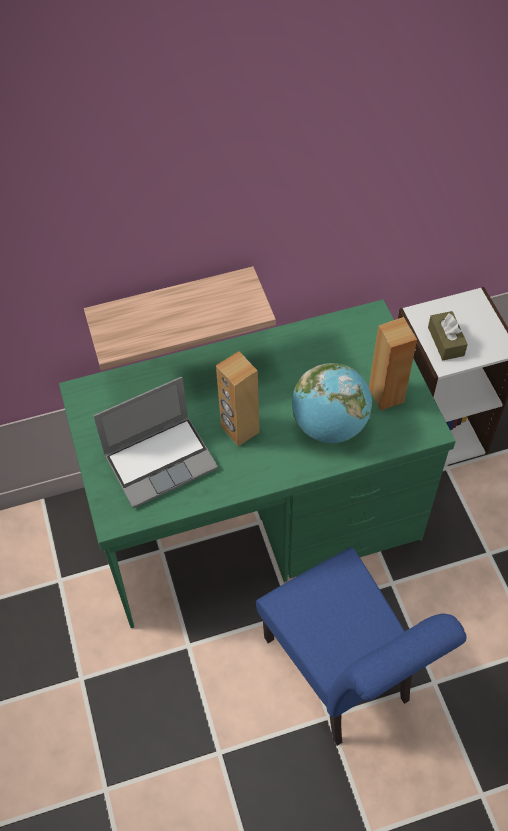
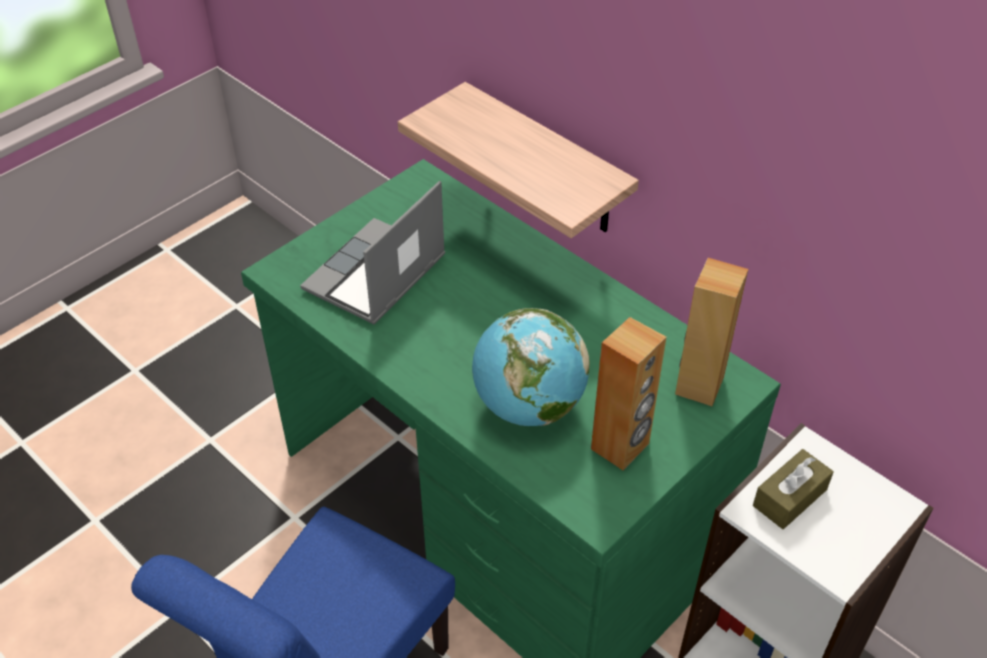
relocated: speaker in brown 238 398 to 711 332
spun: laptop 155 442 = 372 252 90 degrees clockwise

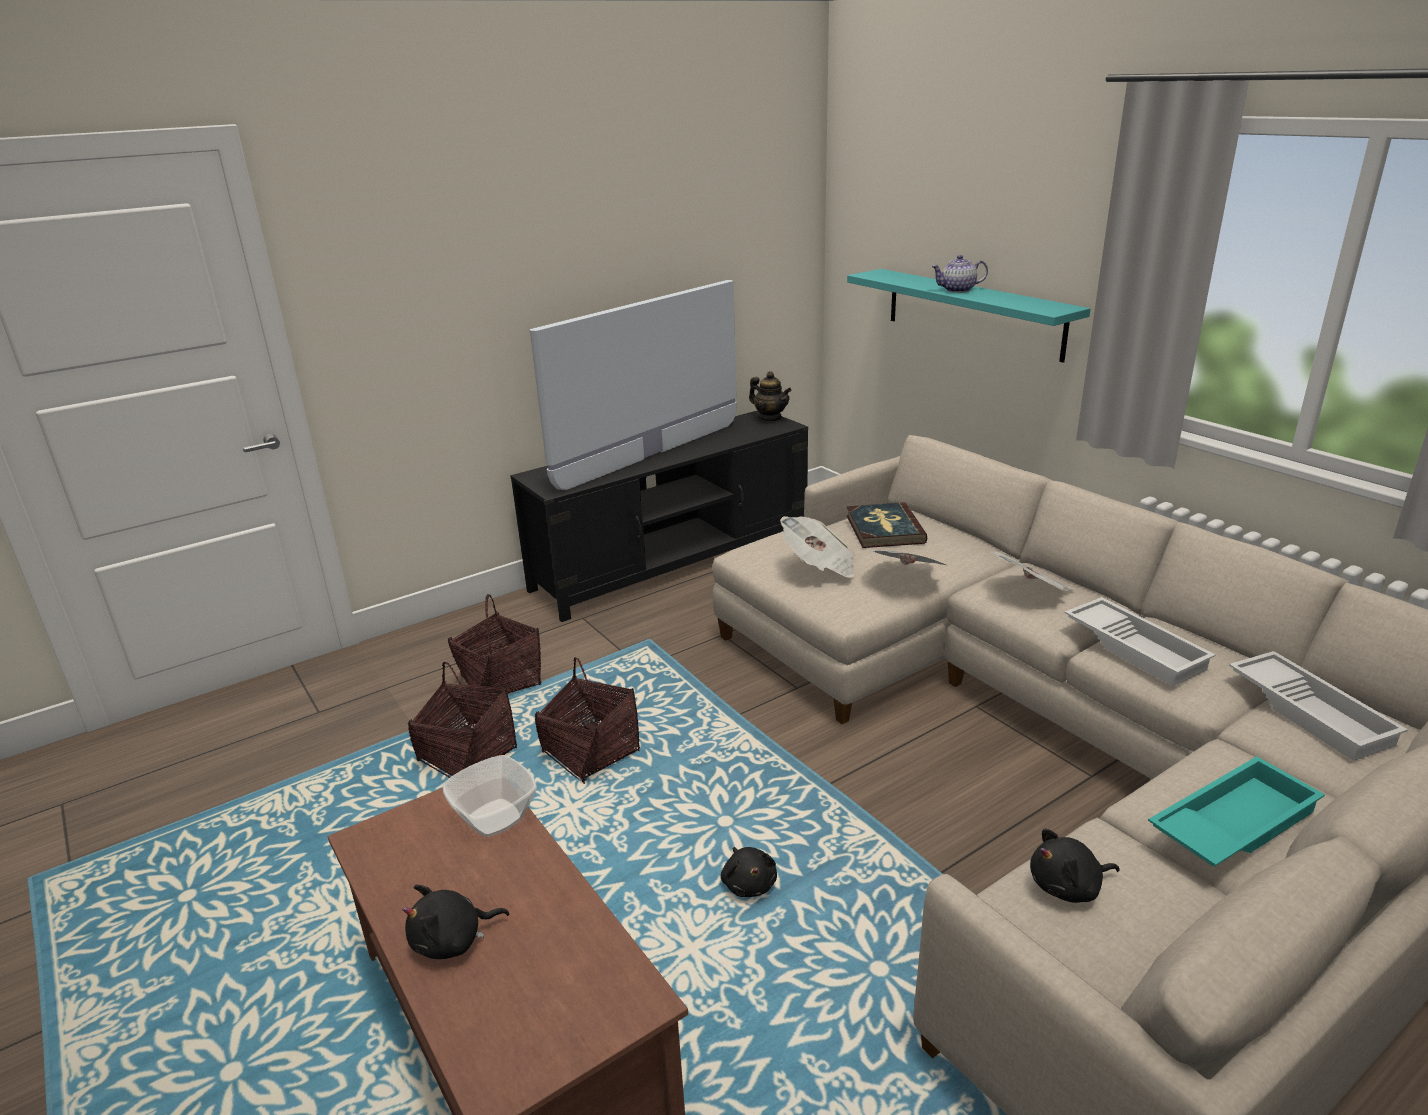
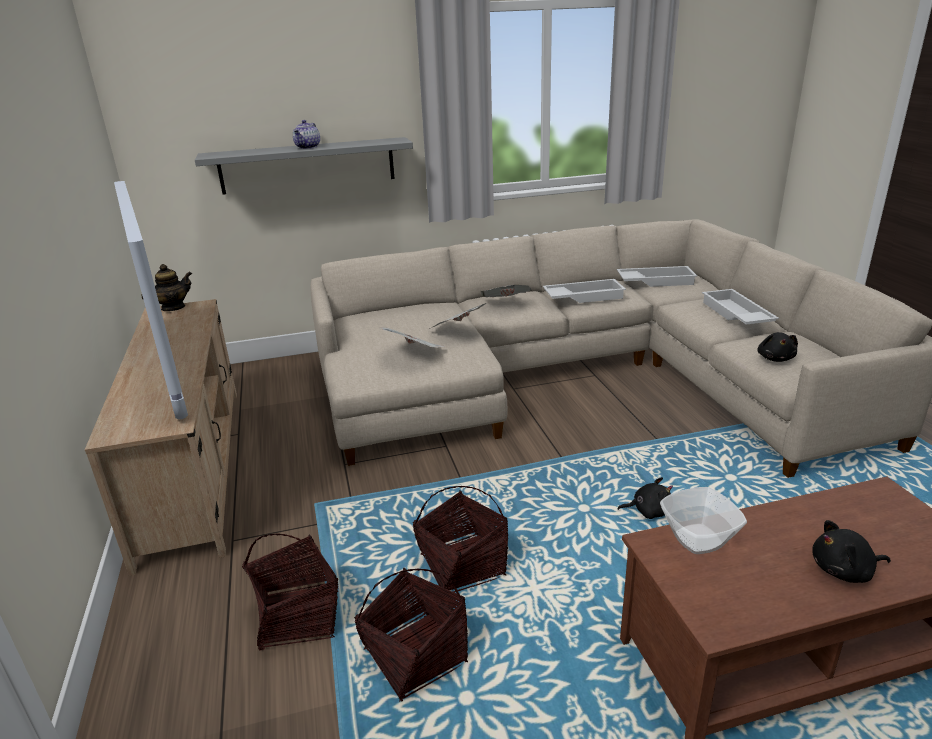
missing: volume 887 525
colour: tv unit in blackish 659 516 to tv unit in beige-coloured 161 437; bracket shelf in blue-green 968 315 to bracket shelf in gray 304 166; serving tray in blue-green 1236 811 to serving tray in whitish 740 306
spun: plush toy in blackish 456 922 = 851 551 90 degrees clockwise

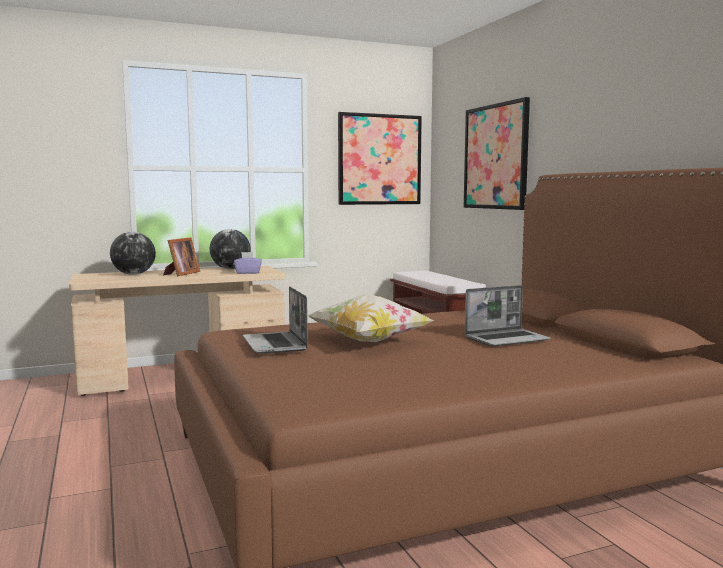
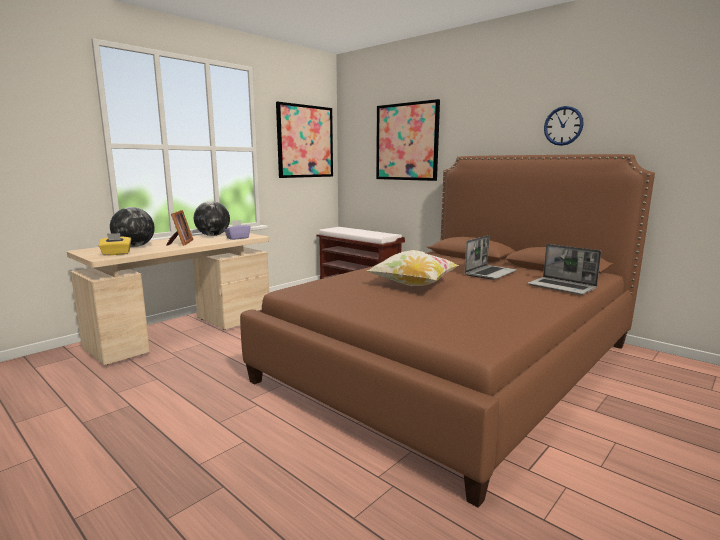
appeared: tissue box in yellowish 115 244; hanging clock 564 126
relocated: laptop 275 320 to 564 269

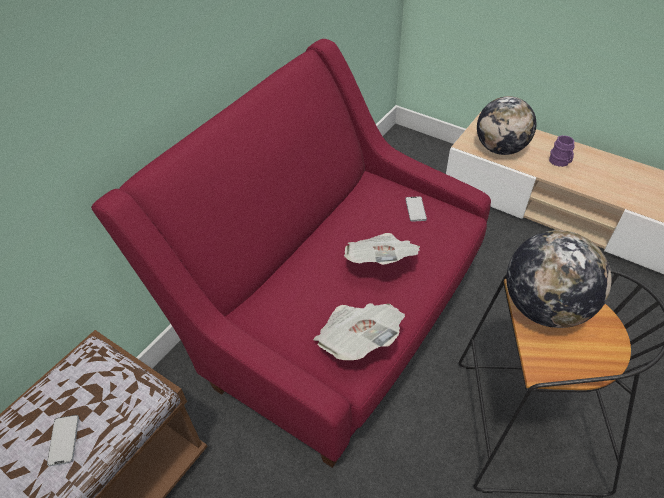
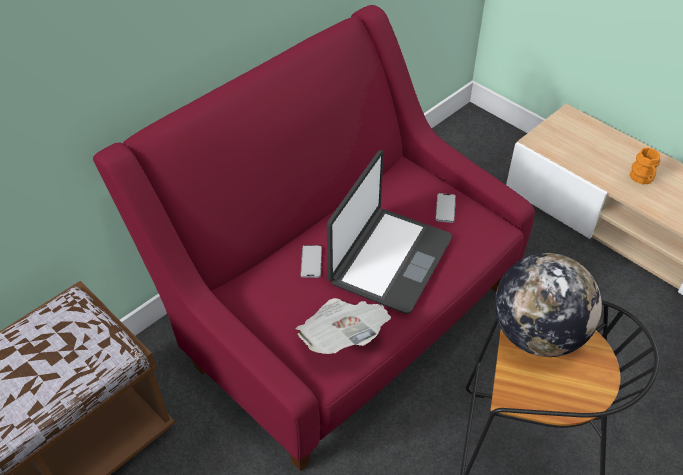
missing: globe 506 125
relocated: telephone 63 440 to 311 261
exchanged: newspaper 382 249 to laptop 389 232
colour: tea mug in purplish 562 151 to tea mug in orange 645 166

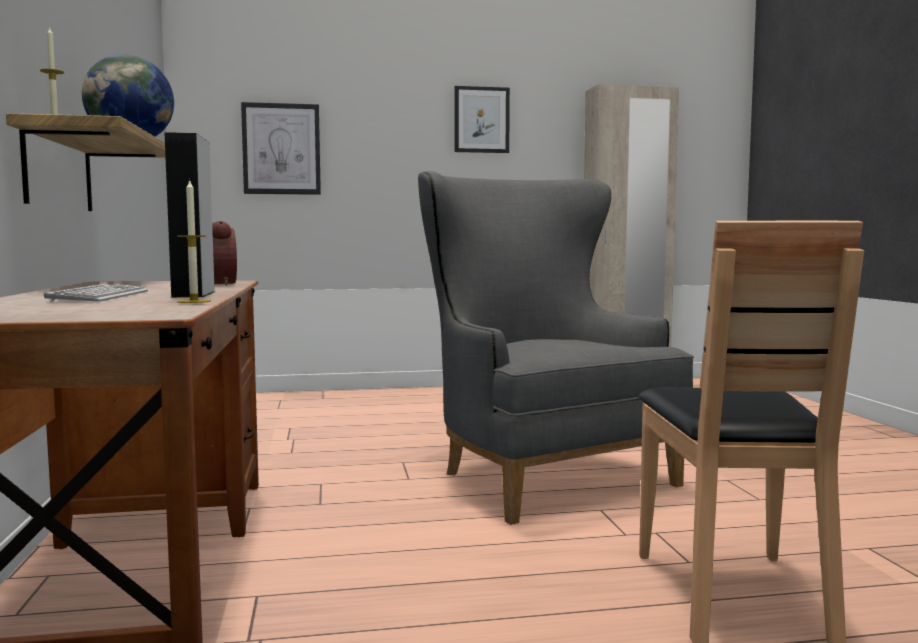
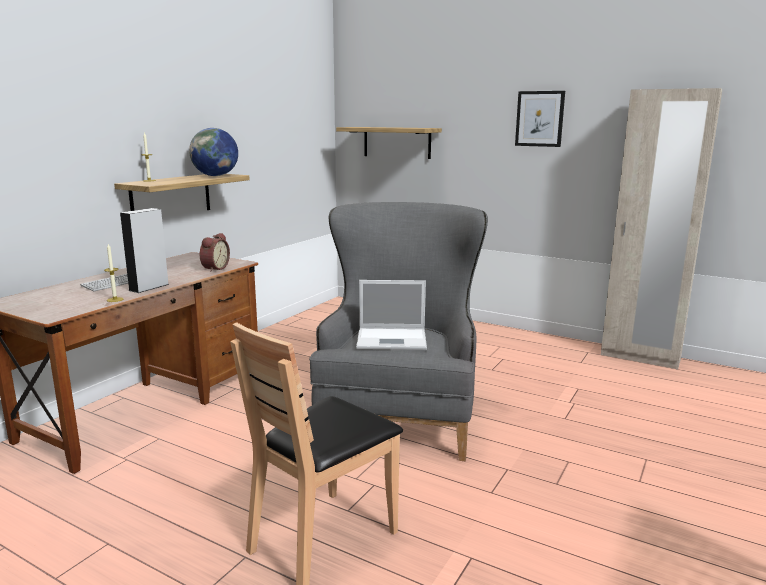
appeared: laptop 391 315
exchanged: wall art 281 148 to bracket shelf 389 143

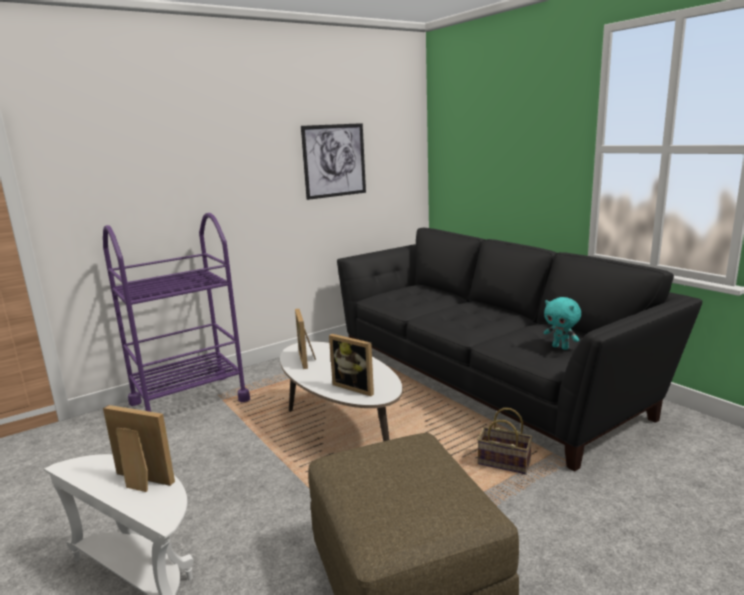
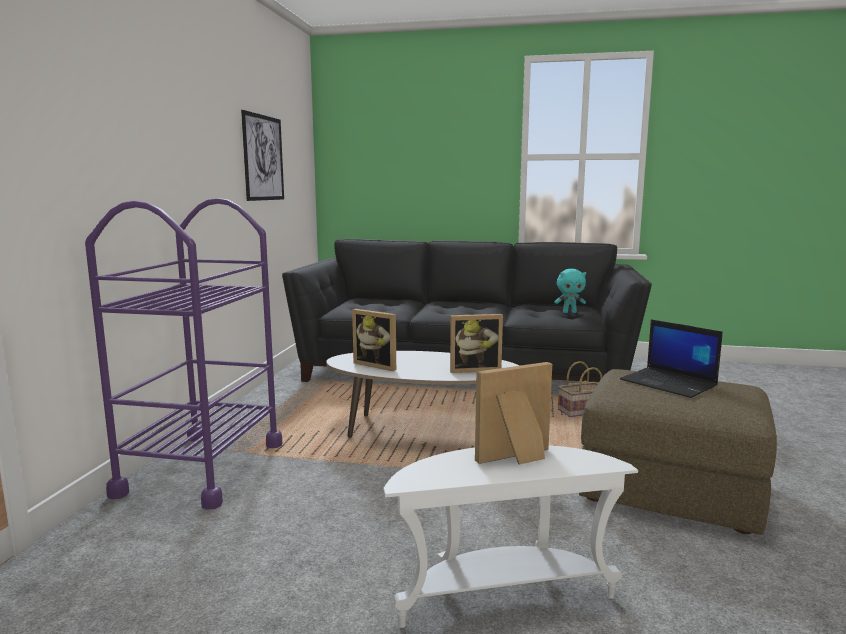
appeared: laptop 671 358

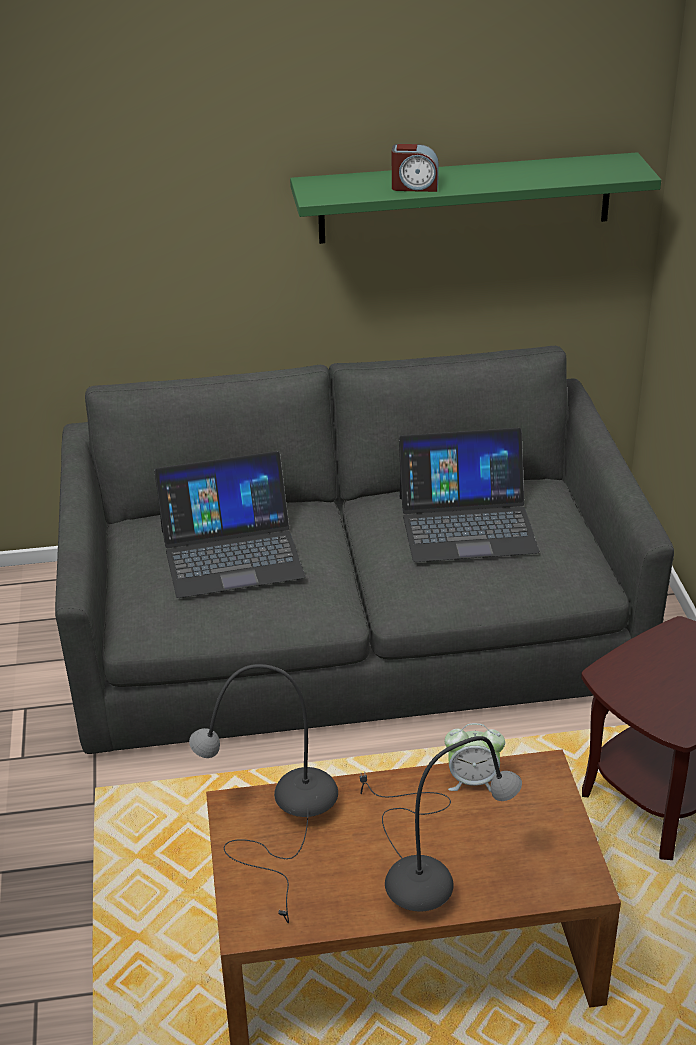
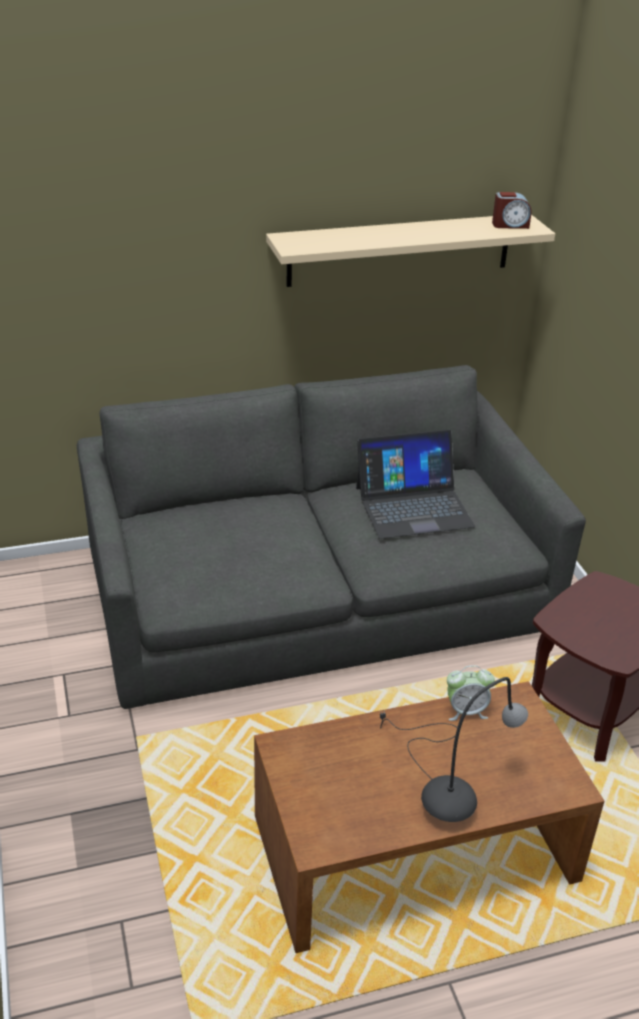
missing: laptop 230 524; tabletop lamp in gray 263 793
relocated: bedside clock 415 168 to 512 210
colour: bracket shelf in green 475 198 to bracket shelf in beige-coloured 410 251

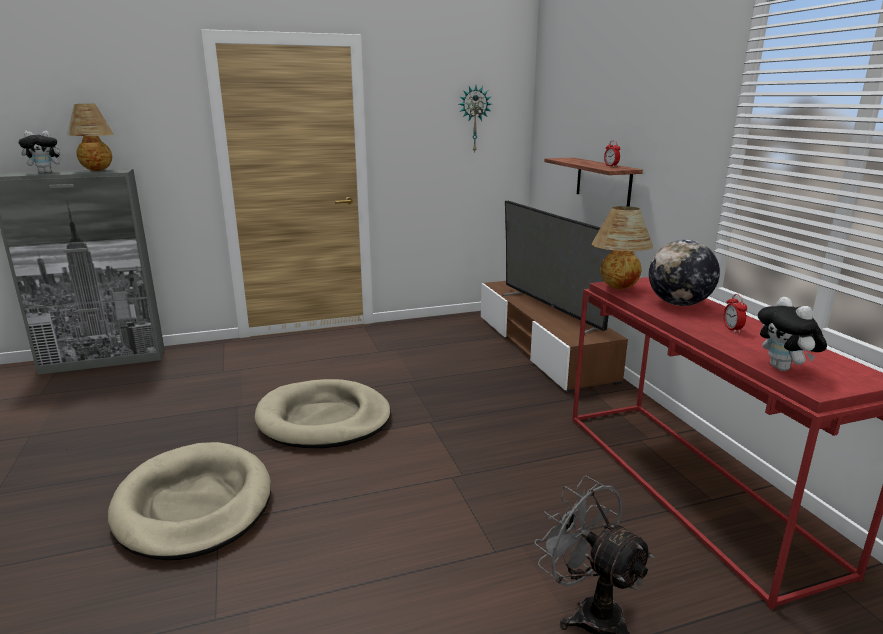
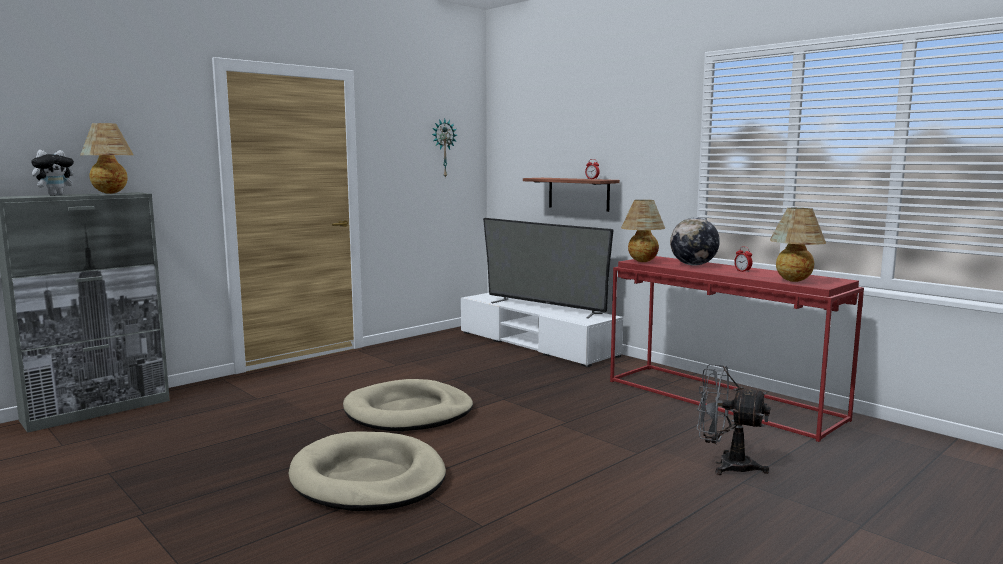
exchanged: plush toy 792 334 to tabletop lamp 798 245
colour: tv unit in brown 554 337 to tv unit in whitish 542 330

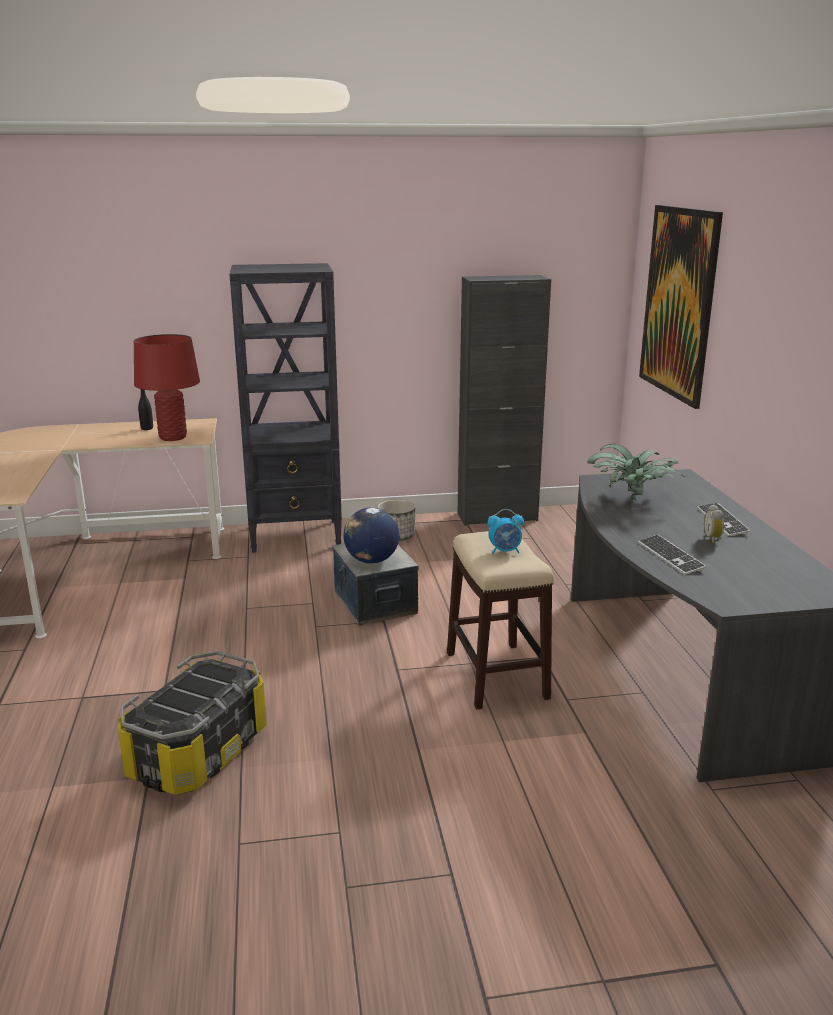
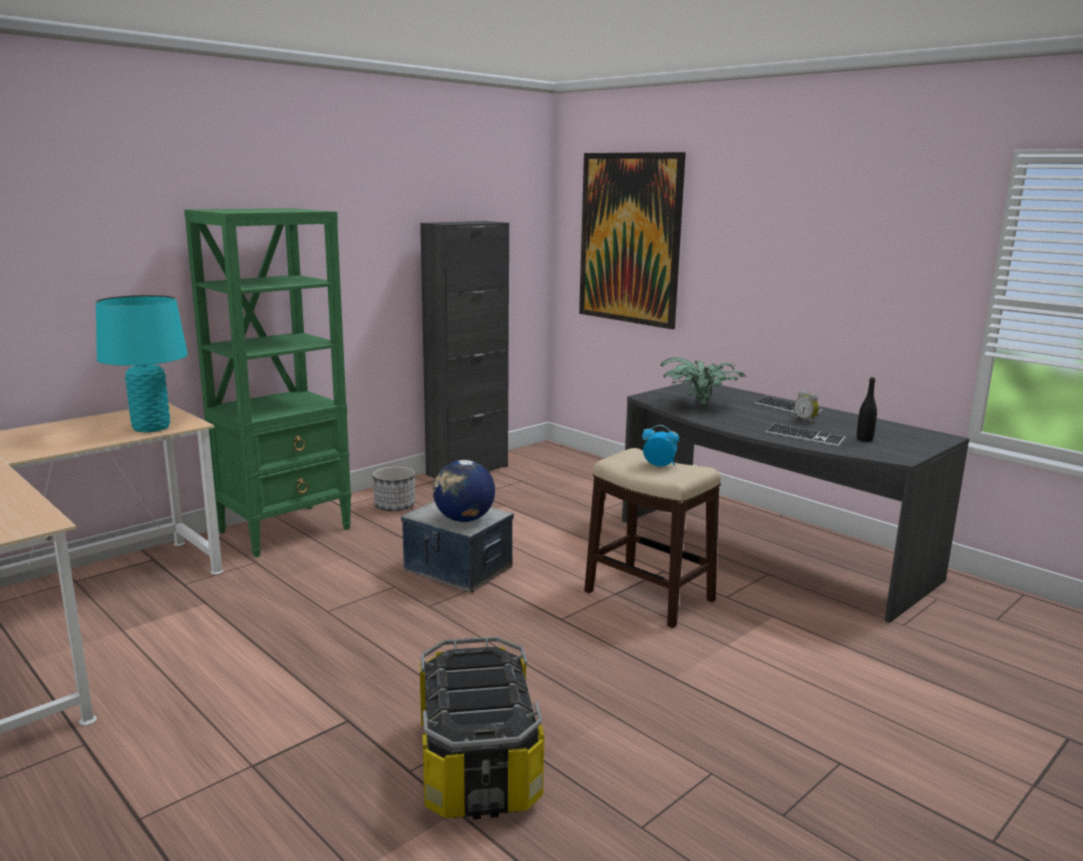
relocated: bottle in blackish 145 409 to 867 409
colour: tabletop lamp in red-coloured 167 387 to tabletop lamp in blue-green 142 363; shelving unit in blackish 285 408 to shelving unit in green 267 382
spun: bedside clock 505 531 = 660 446 120 degrees counterclockwise

